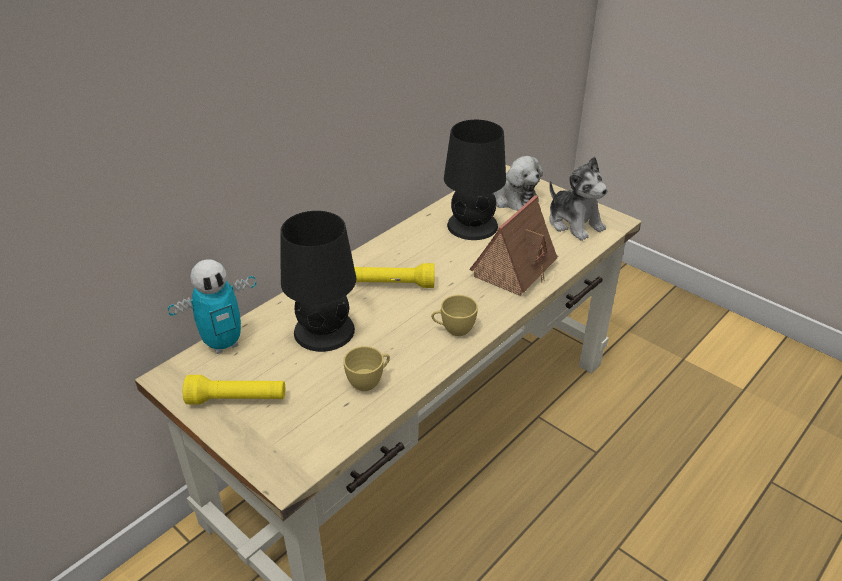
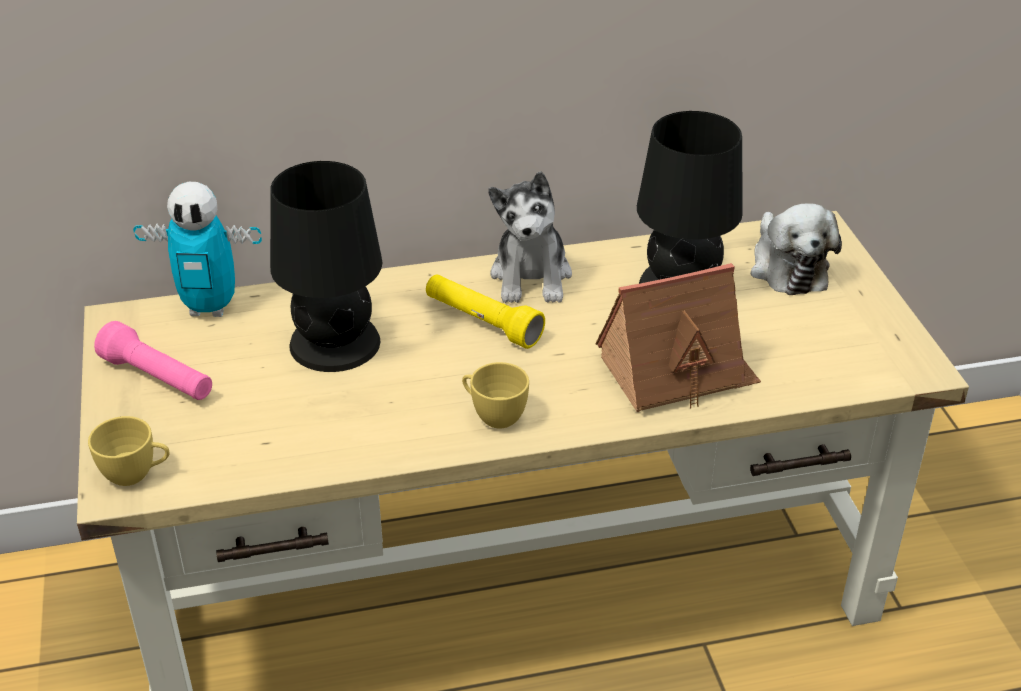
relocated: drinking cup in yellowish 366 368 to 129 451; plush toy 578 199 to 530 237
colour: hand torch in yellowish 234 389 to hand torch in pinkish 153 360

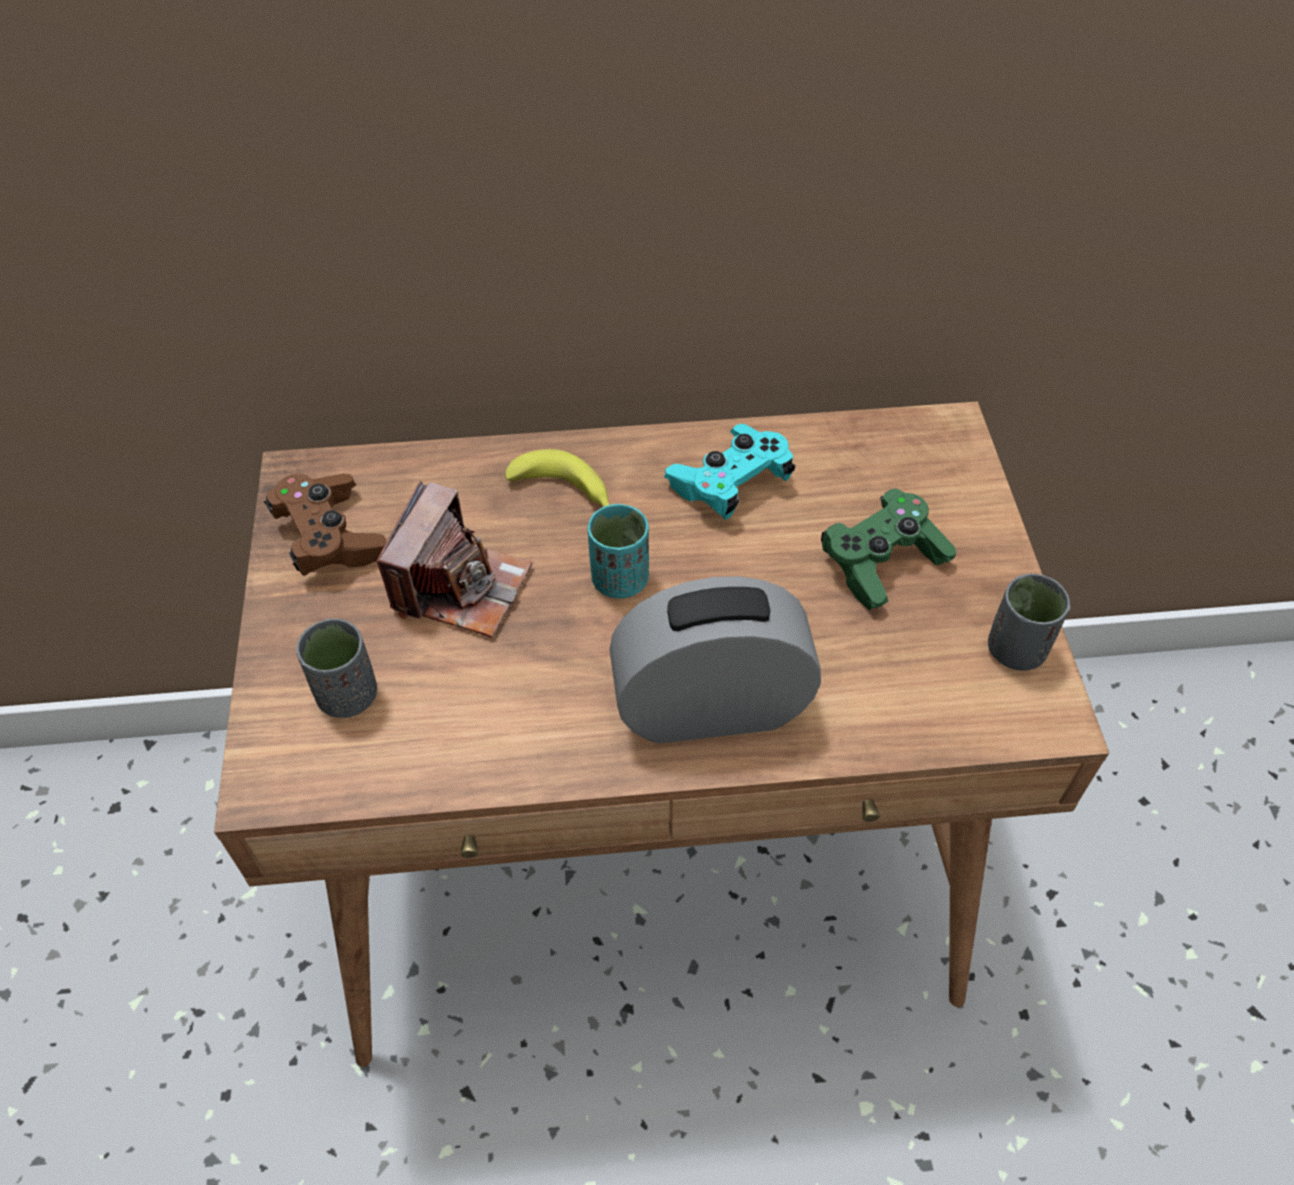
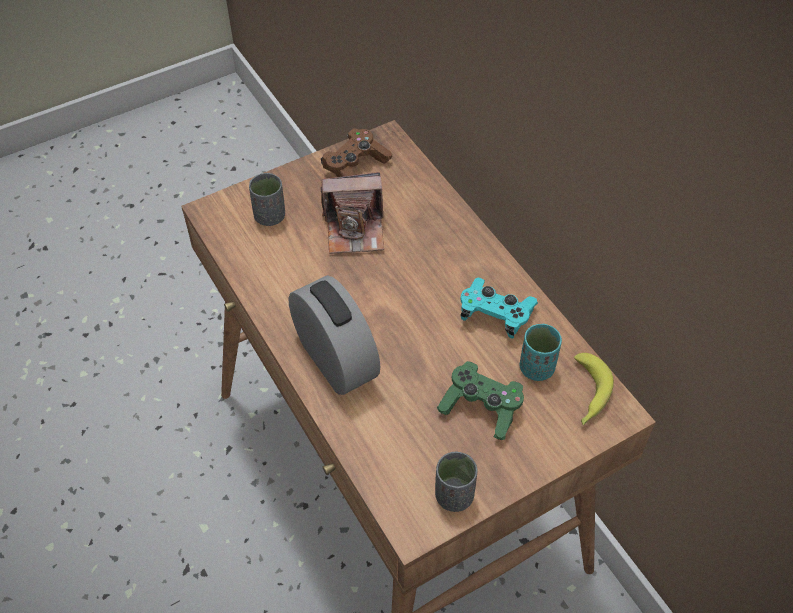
relocated: banana fruit 557 478 to 594 389; drinking cup in blue-green 618 551 to 540 352

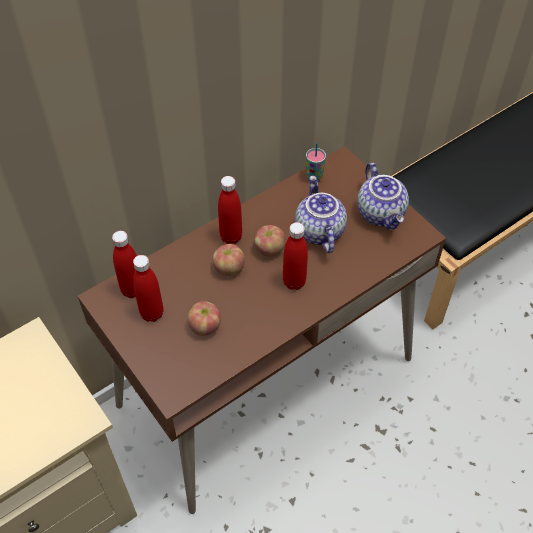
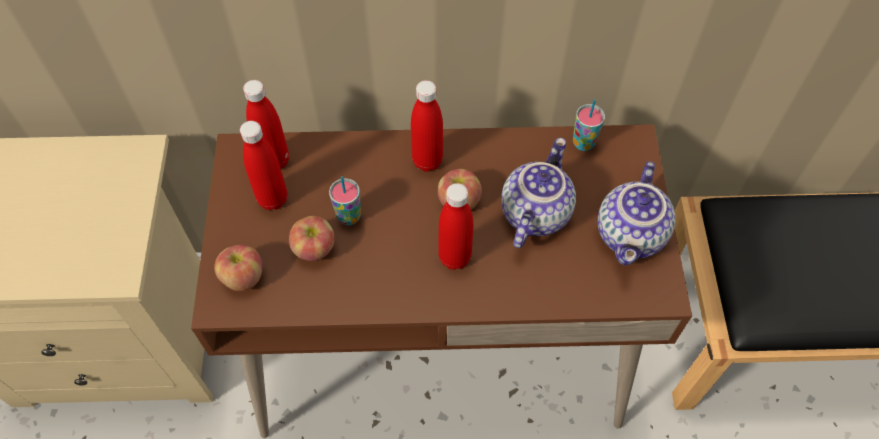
appeared: drinking cup 345 200
relocated: whole apple 229 260 to 238 268

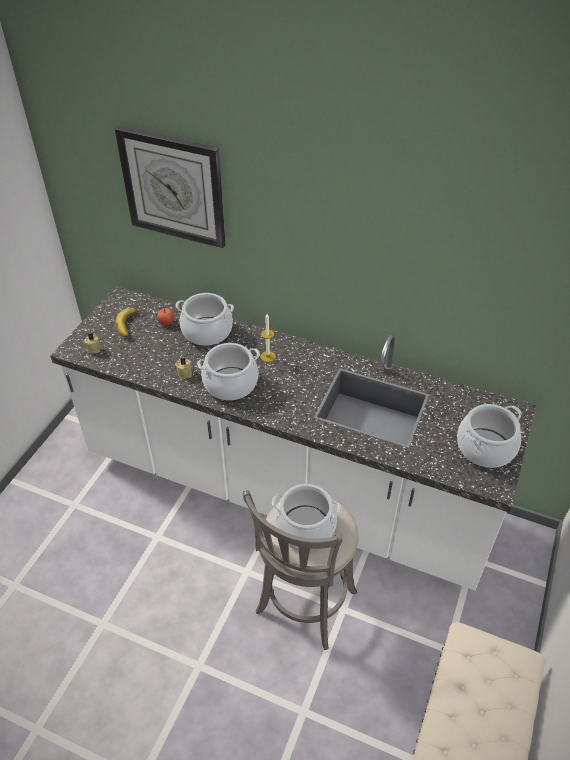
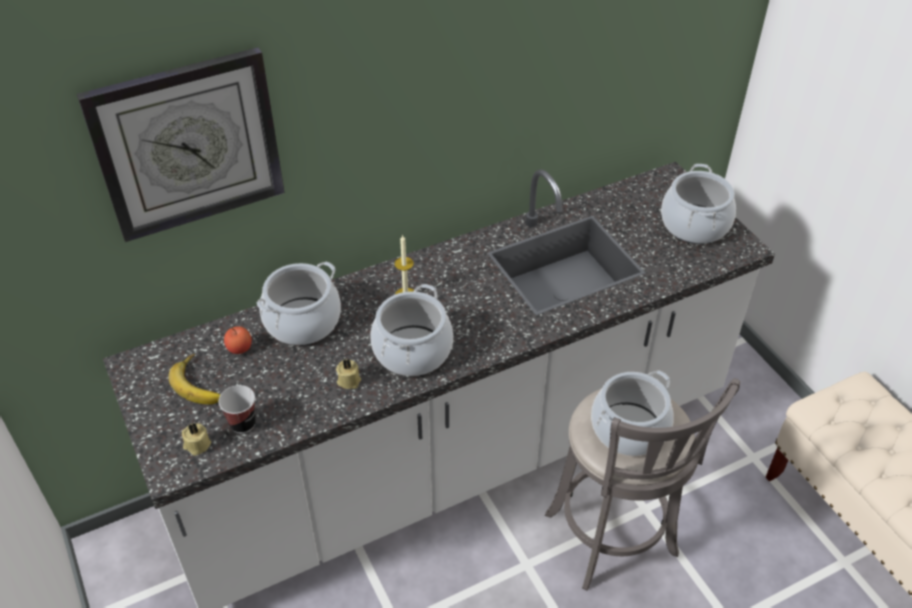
appeared: drinking cup 237 409

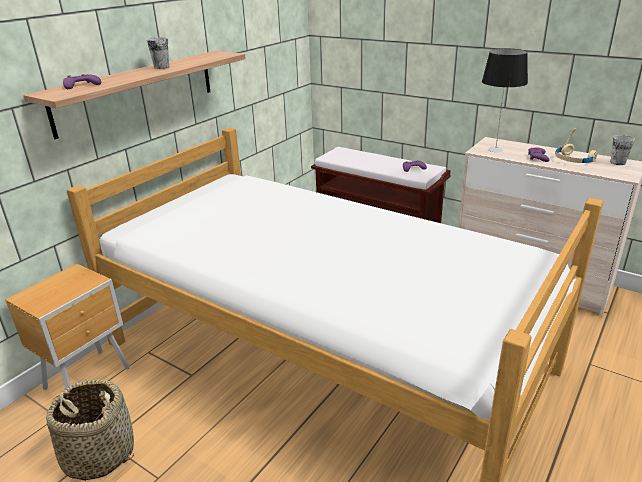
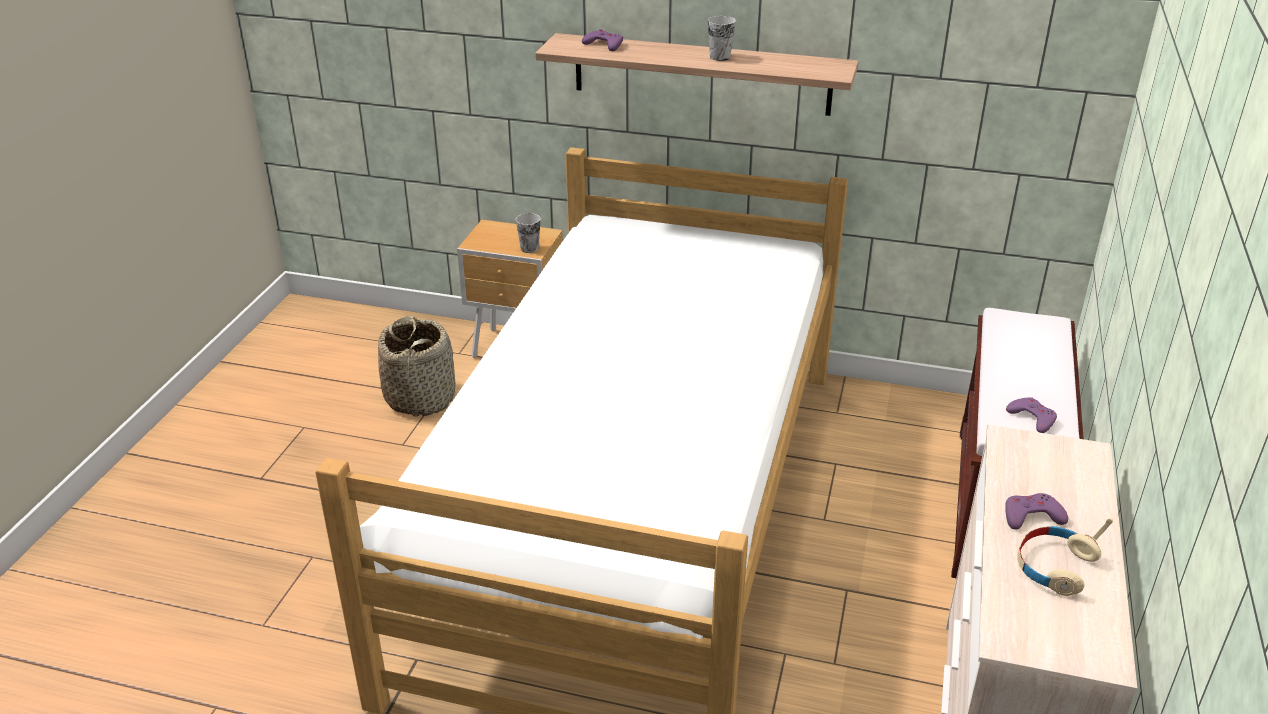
missing: tabletop lamp 505 100
relocated: drinking cup 623 150 to 528 233

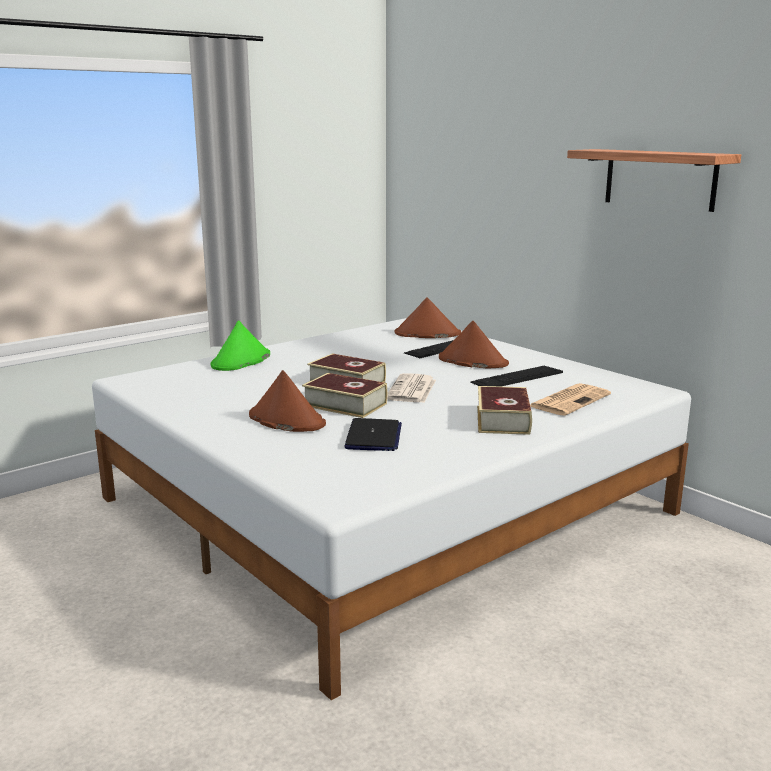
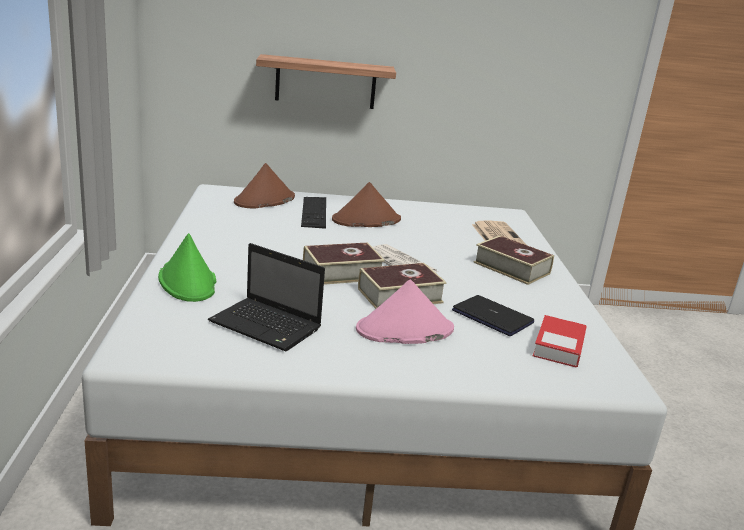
missing: keyboard 516 376
appeared: laptop 266 297; volume 560 341
relocated: bracket shelf 654 180 to 326 81
colour: hat in brown 287 401 to hat in pinkish 405 311

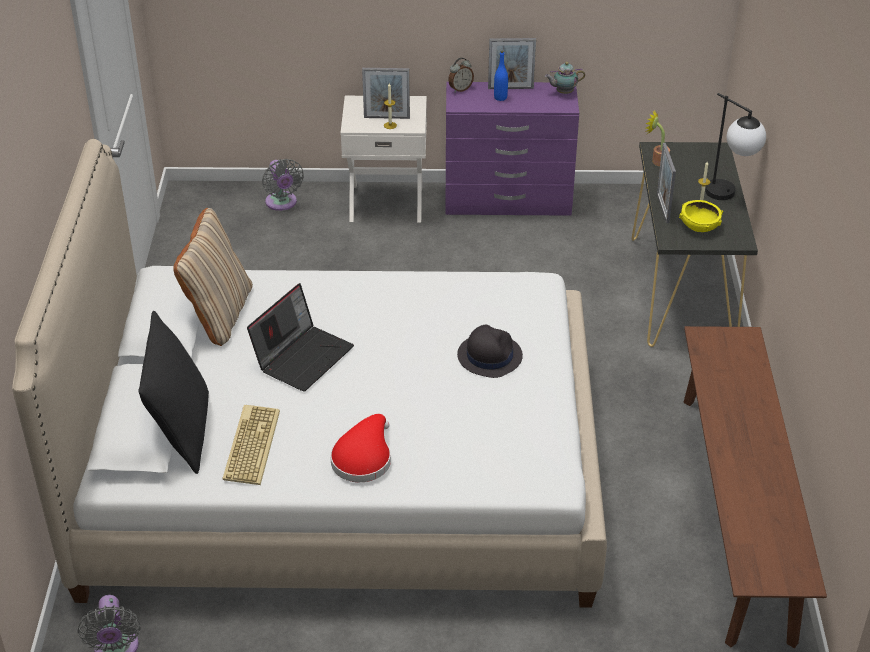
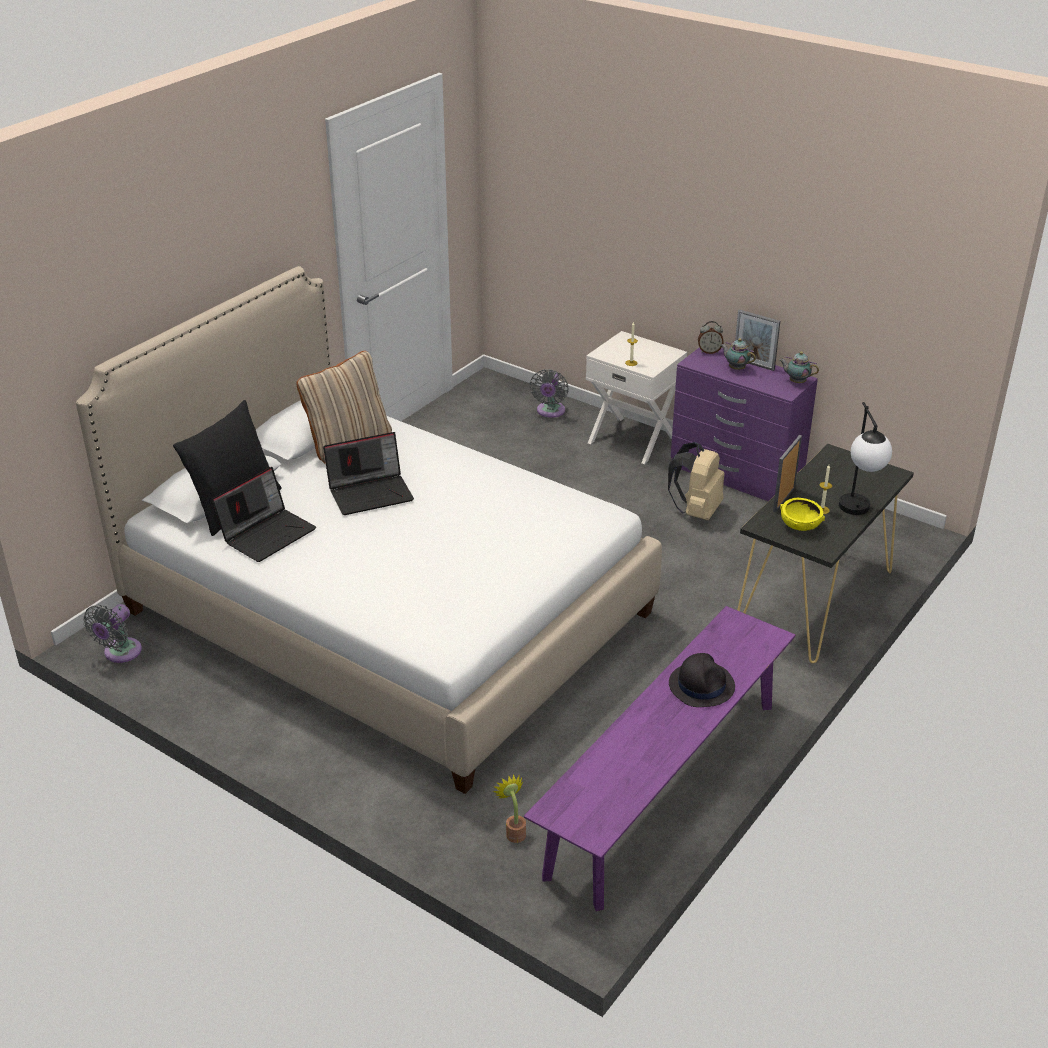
missing: hat in red-coloured 360 448; picture frame 386 93
appeared: rucksack in beige-coloured 696 481
relocated: hat in blackish 490 351 to 702 680; plant in a pot 657 138 to 509 808
exchanged: keyboard 251 445 to laptop 264 514; bottle in bluish 501 76 to teapot 738 354
colour: long seat in brown 755 487 to long seat in purplish 659 758

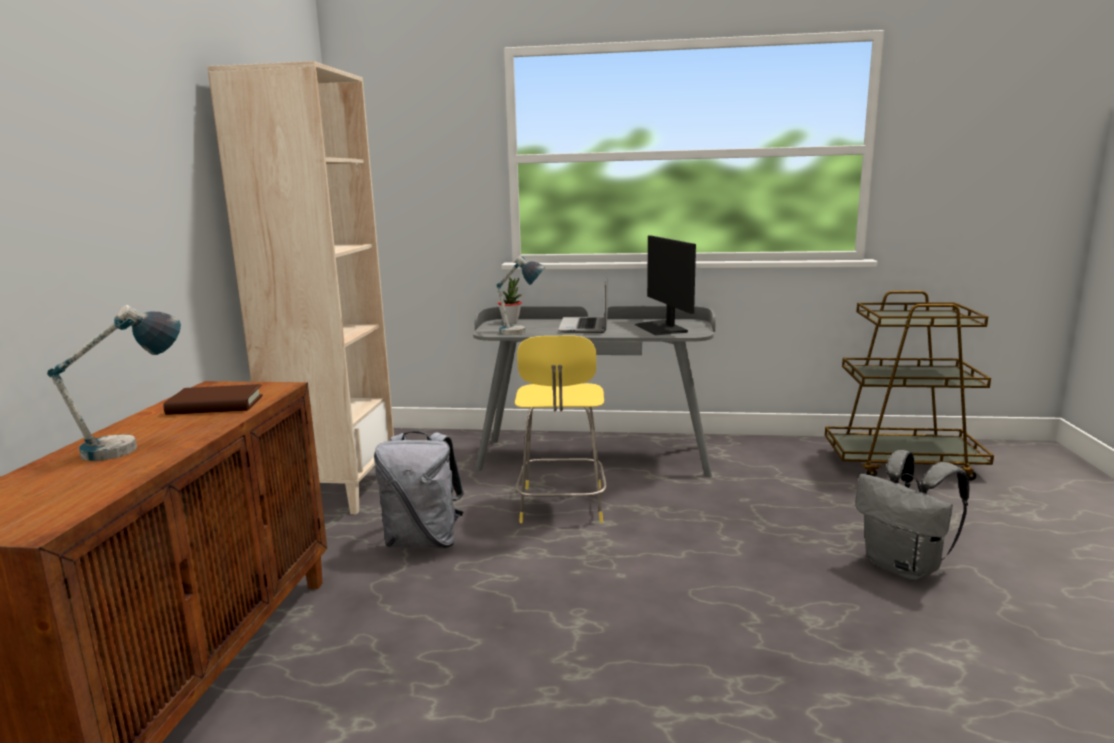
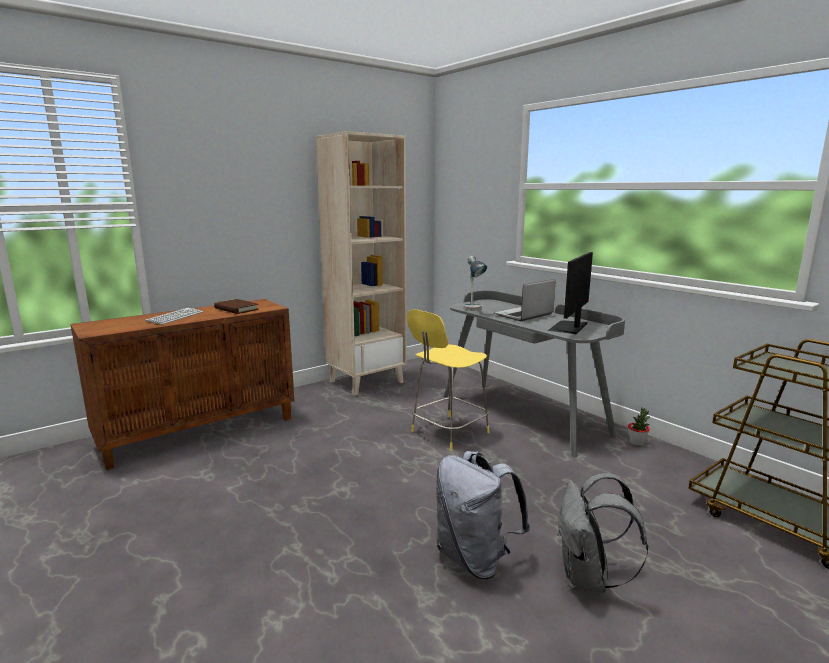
relocated: rucksack in gray 419 490 to 483 515; plant in a pot 510 300 to 639 426
exchanged: tabletop lamp 114 383 to keyboard 174 316

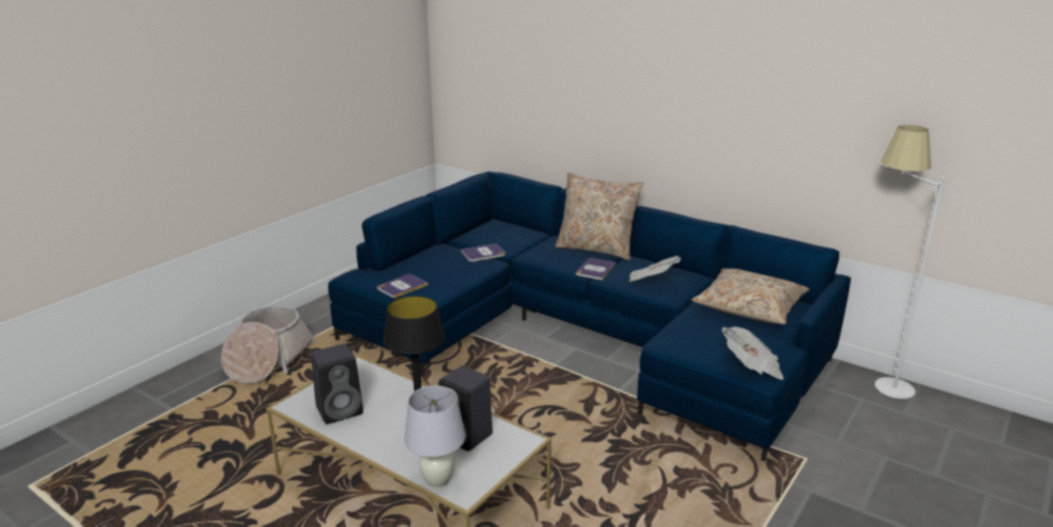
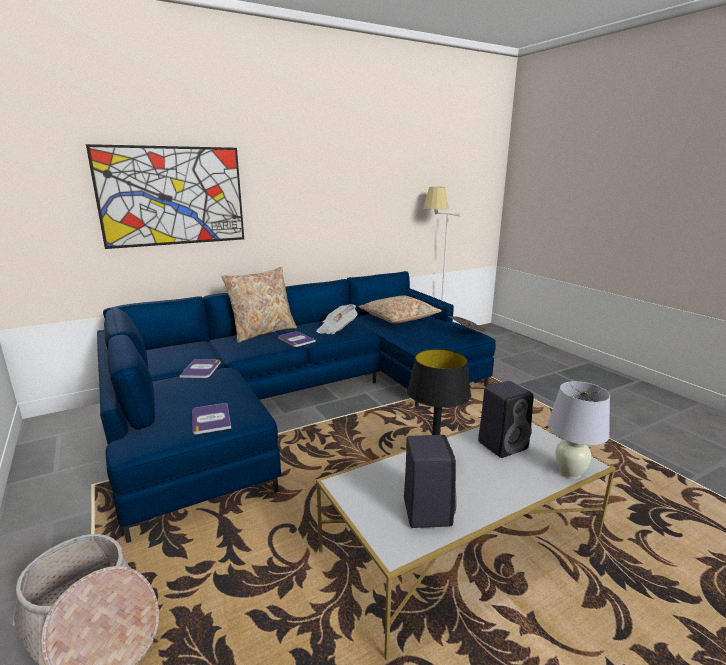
appeared: wall art 165 196

